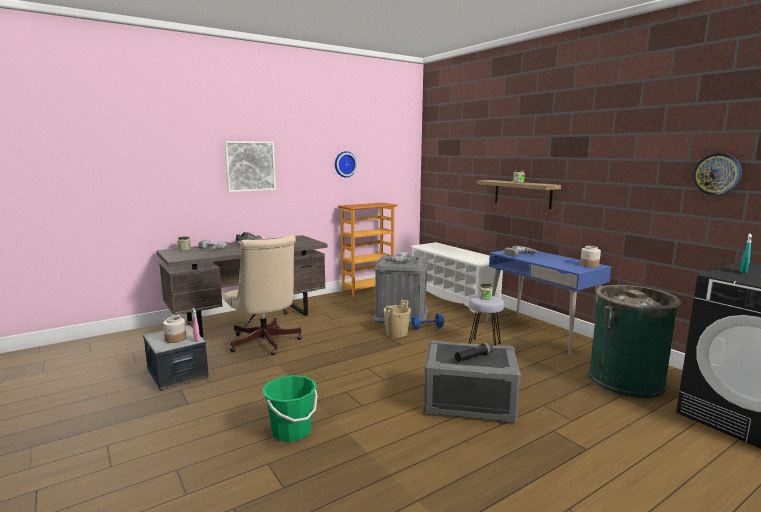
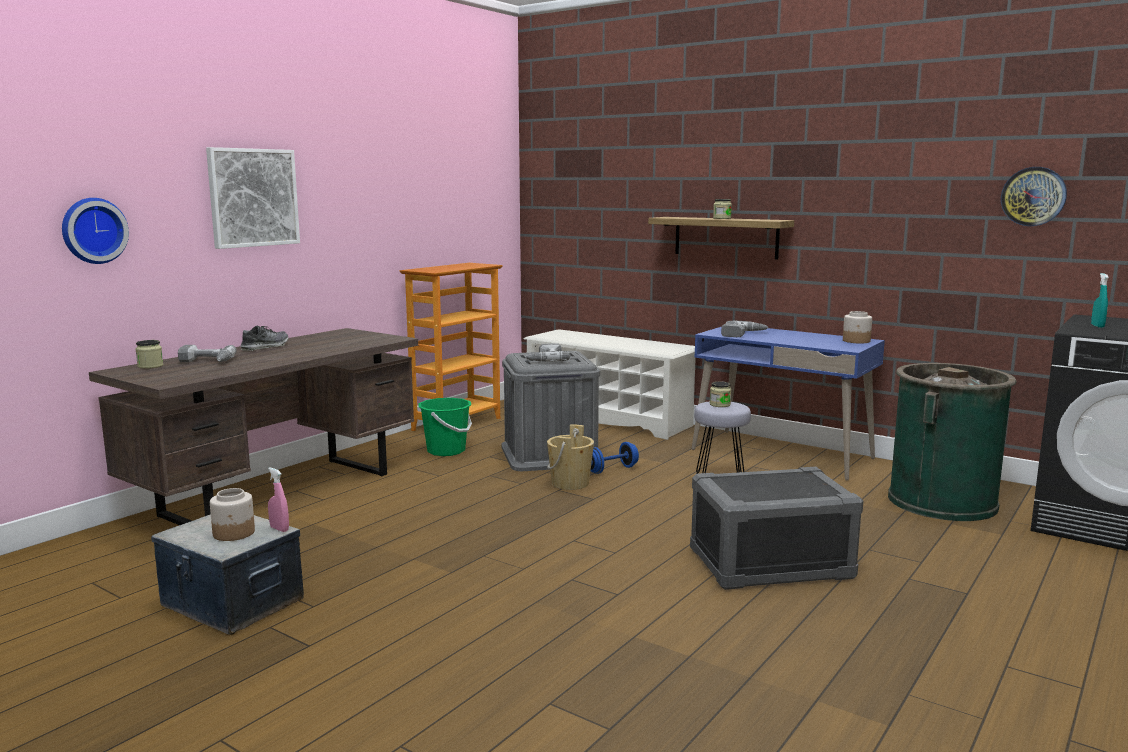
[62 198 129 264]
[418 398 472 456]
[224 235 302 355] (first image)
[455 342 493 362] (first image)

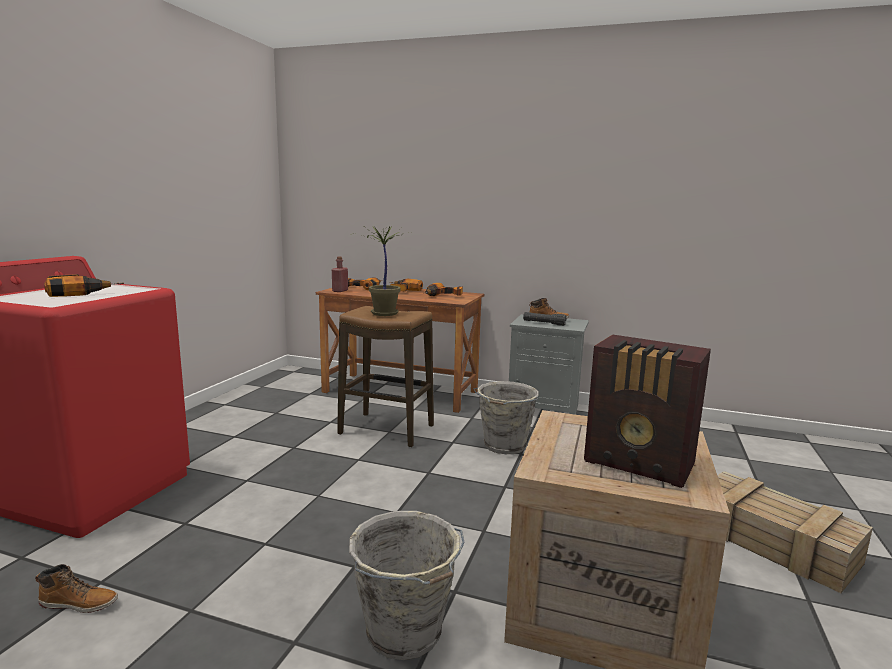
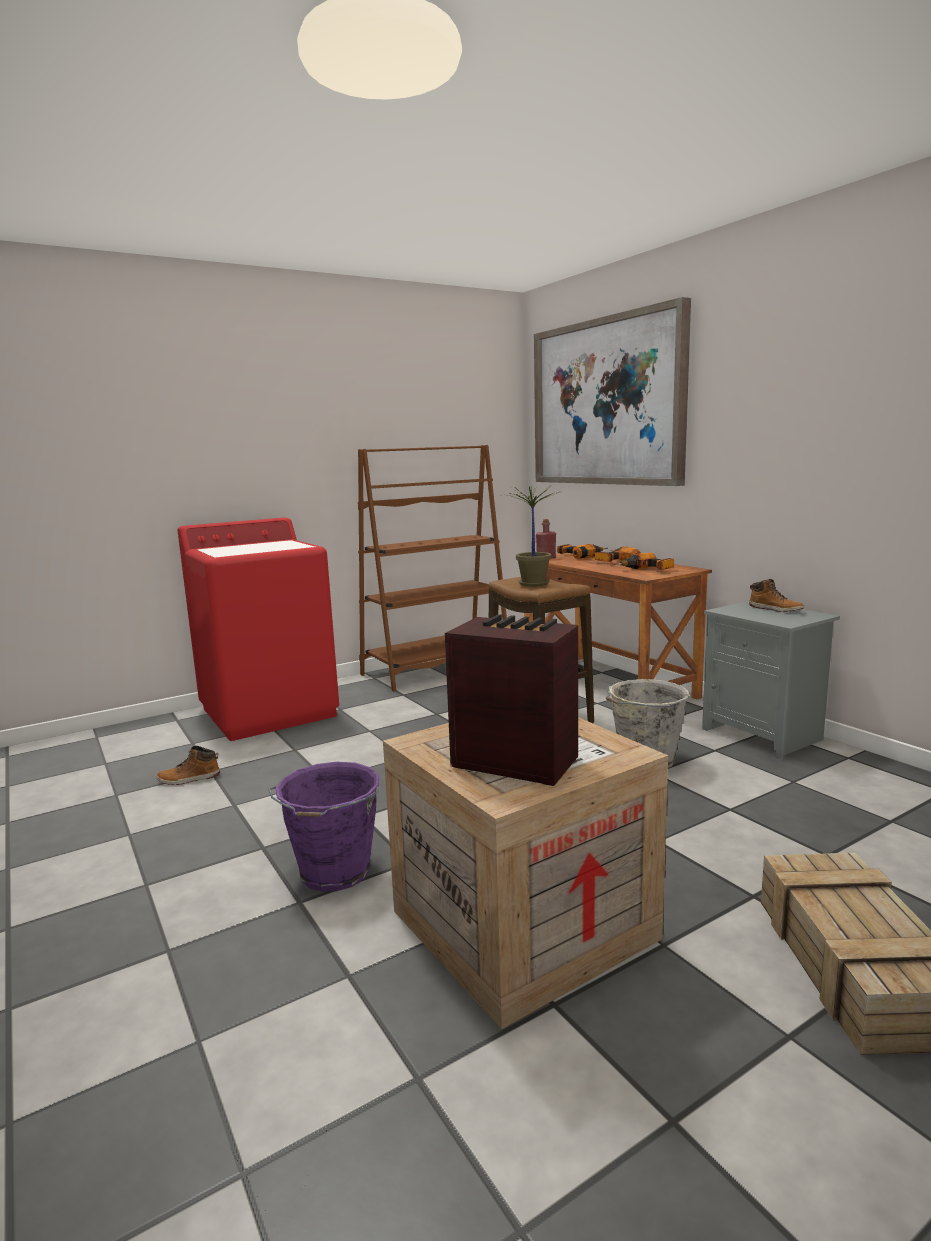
[156 746 220 785]
[269 762 379 892]
[358 445 507 691]
[445 614 578 786]
[534 297 691 486]
[44 274 124 297] (first image)
[523 312 567 326] (first image)

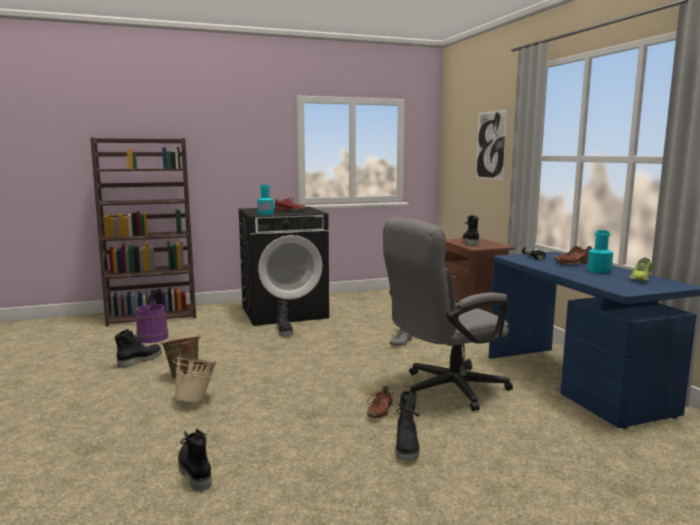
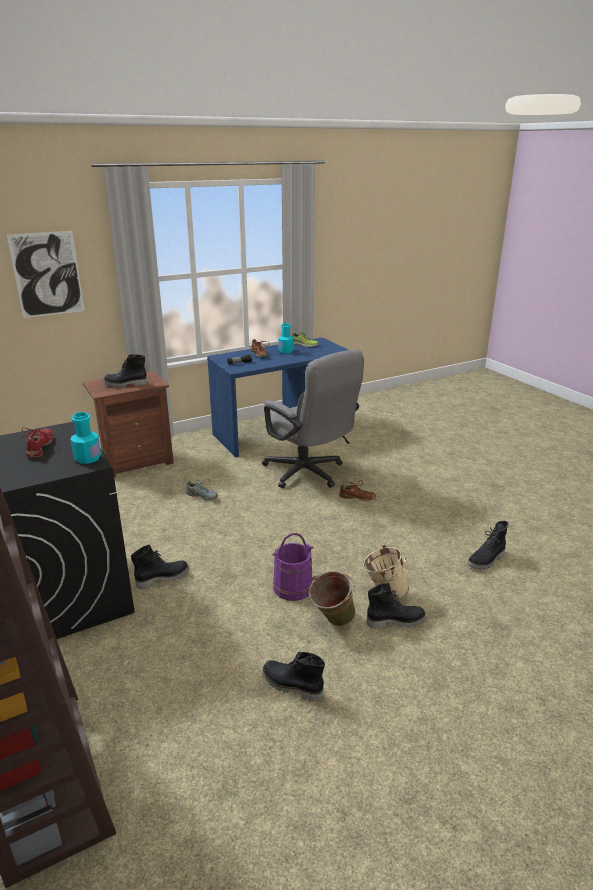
[272 533 314 601]
[367 583 426 628]

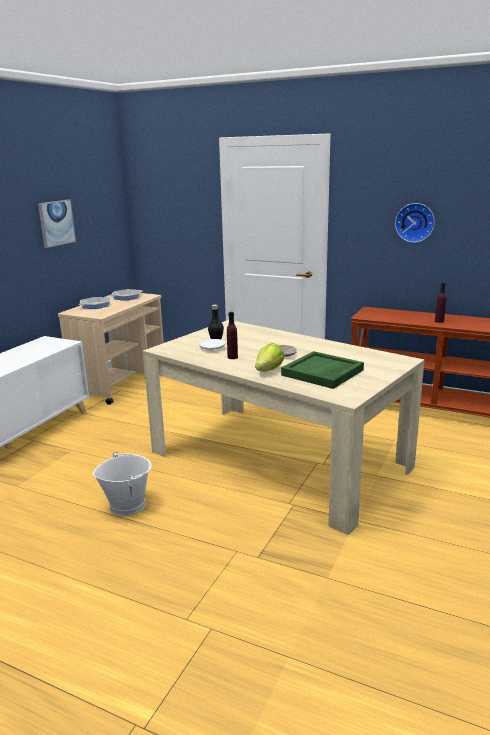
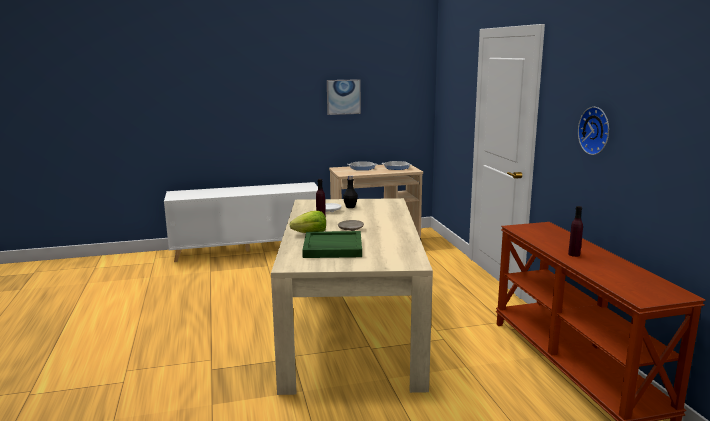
[93 451 152 516] (first image)

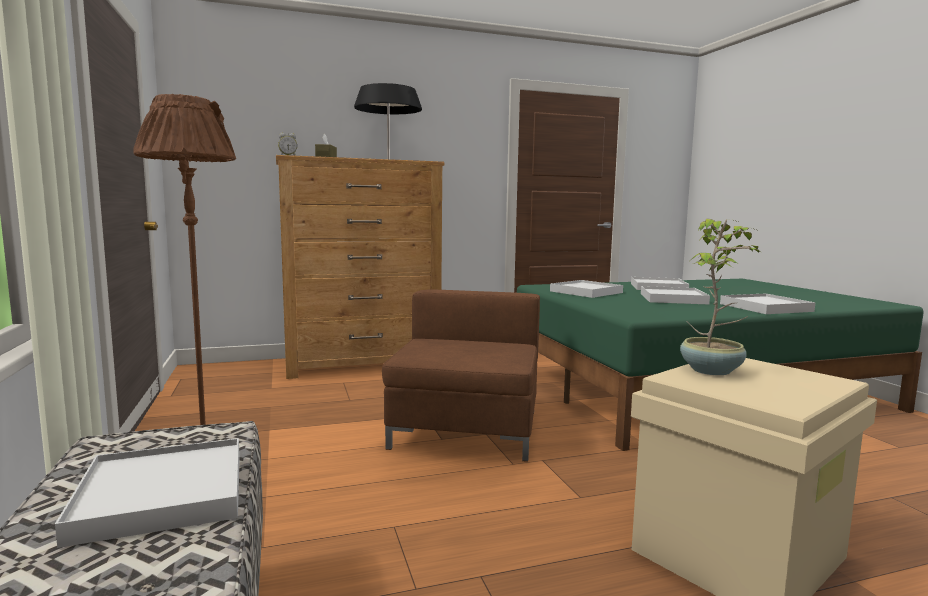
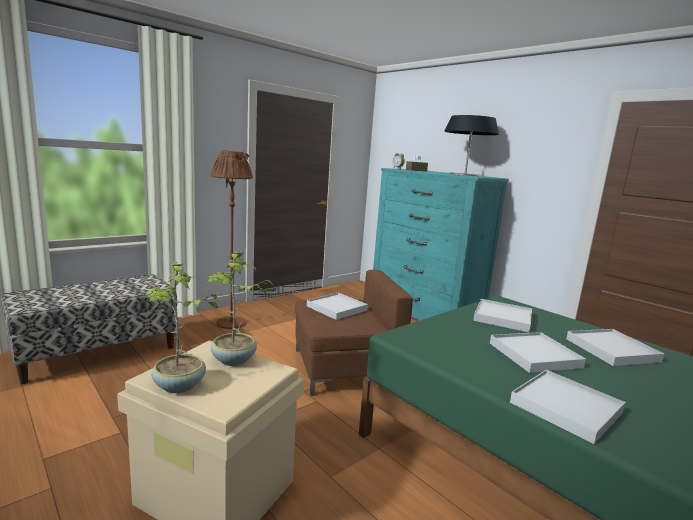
[145 262 224 393]
[307 293 368 320]
[373 168 509 320]

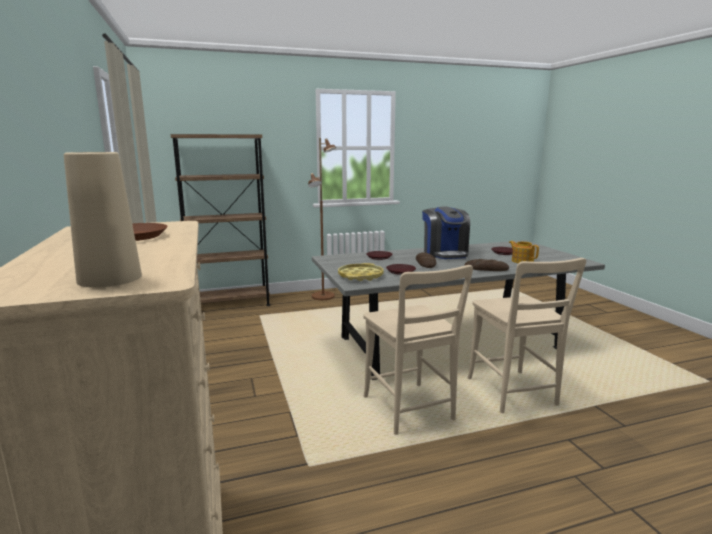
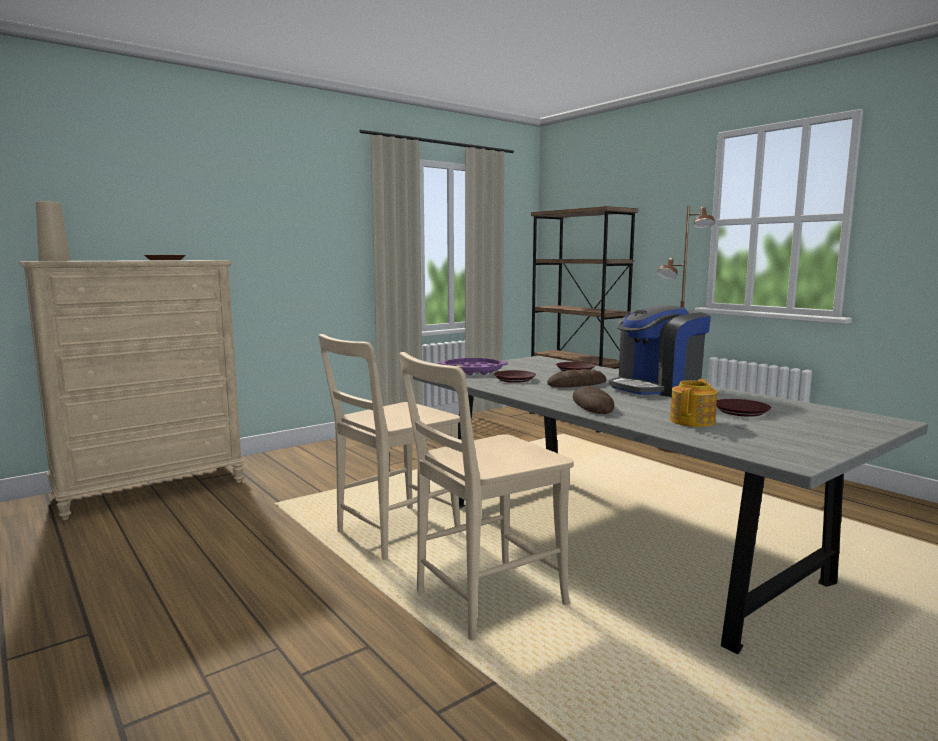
[438 358 508 375]

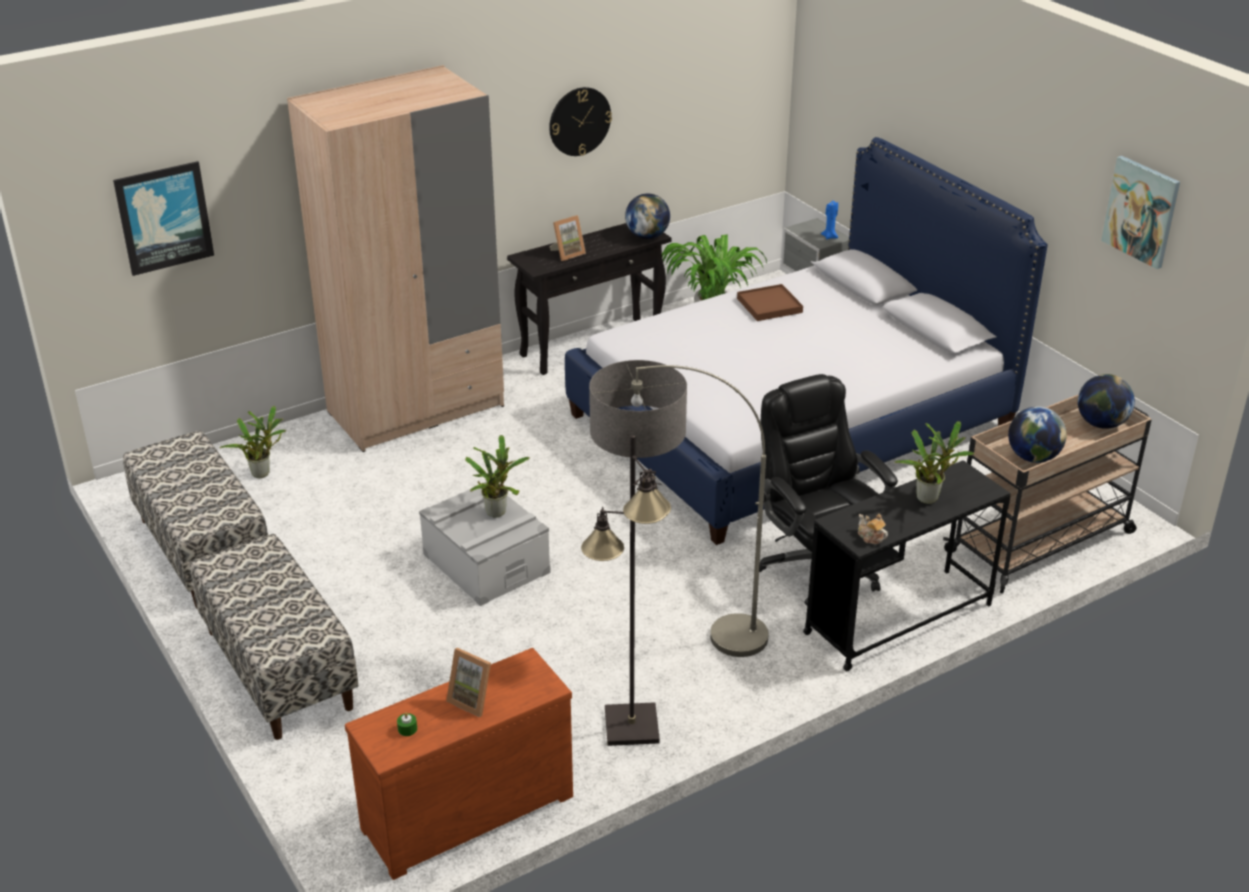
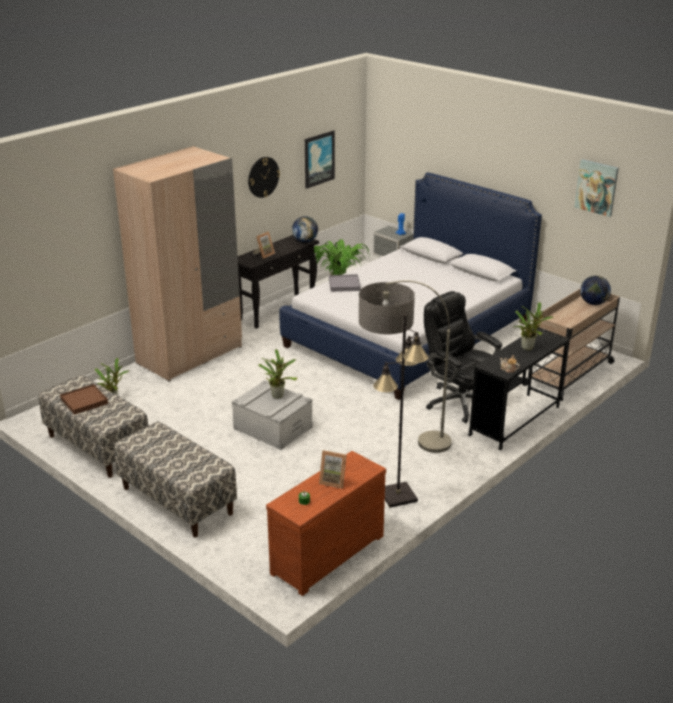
[60 384 108 415]
[305 130 335 189]
[329 274 361 292]
[1008 406 1067 463] (first image)

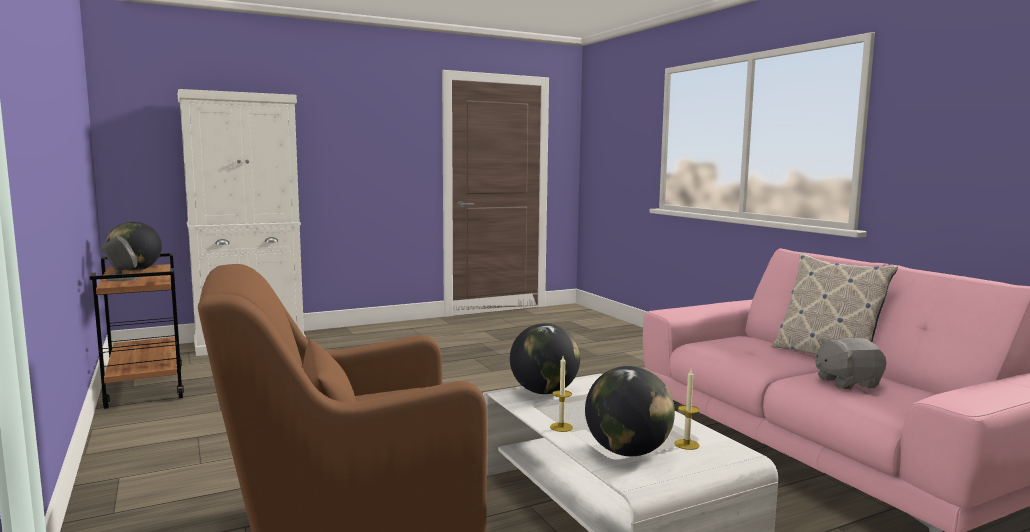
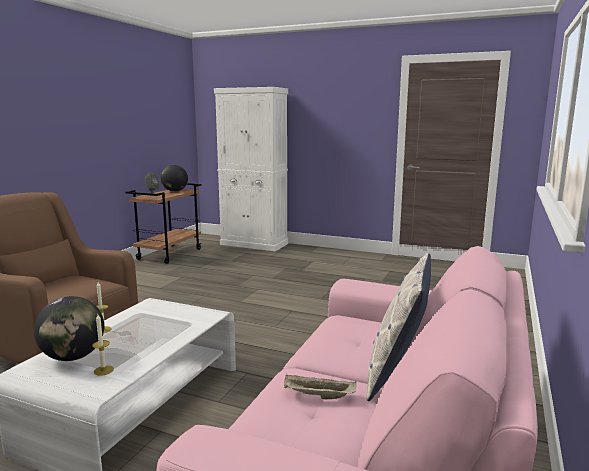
[284 374 357 399]
[510 323 580 394] (first image)

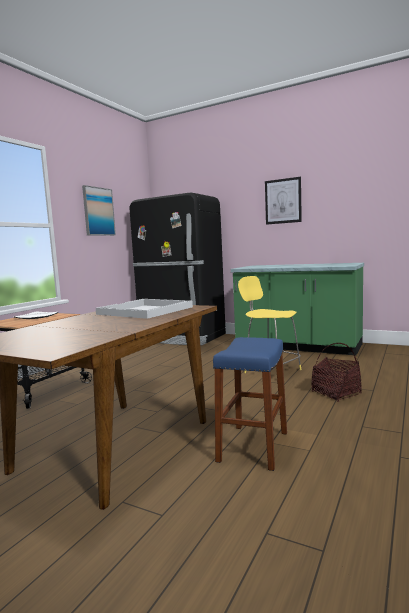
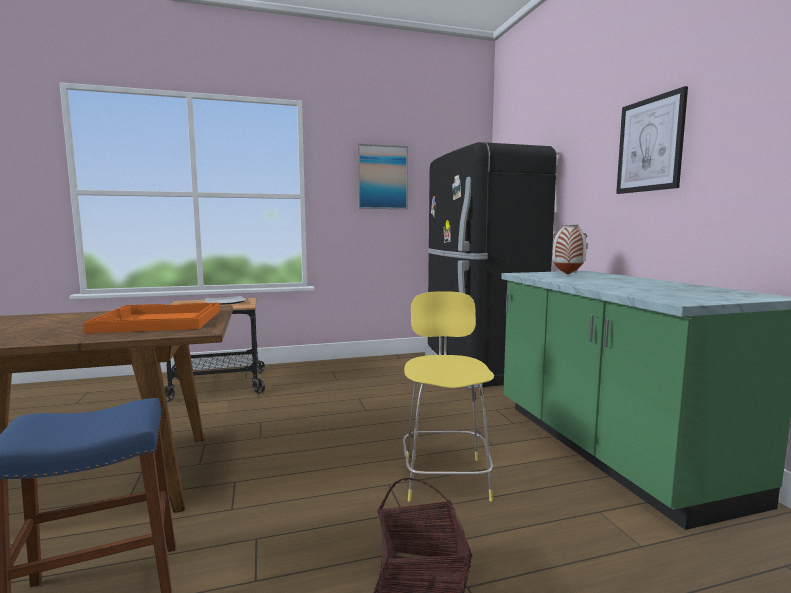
[83 303 220 333]
[552 225 587 275]

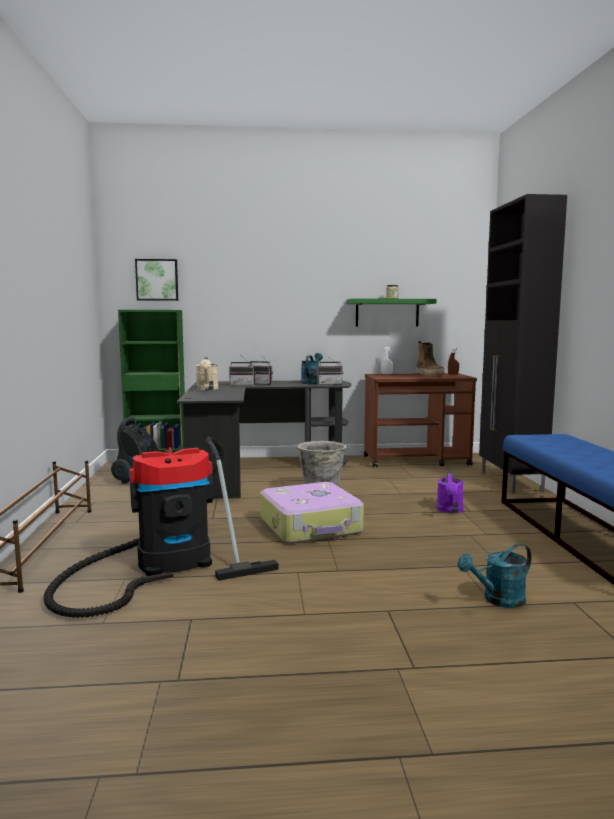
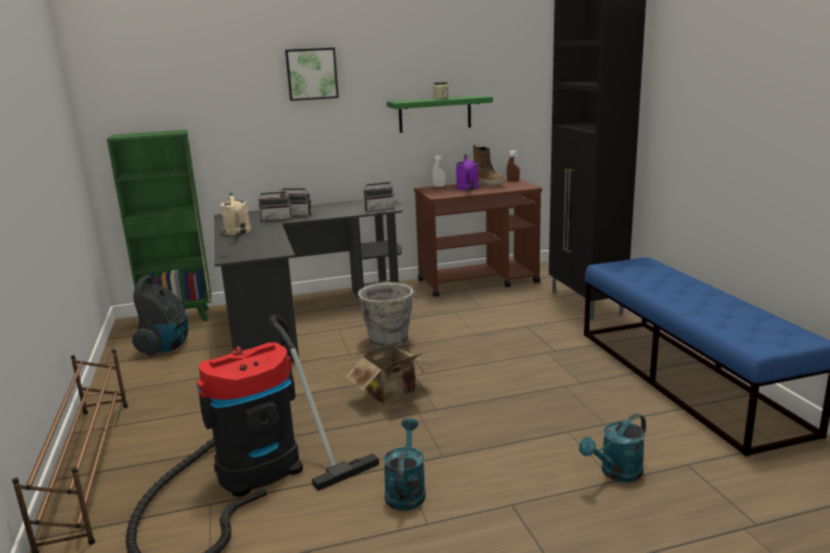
[285 48 339 101]
[346 340 432 405]
[383 418 426 511]
[456 155 479 191]

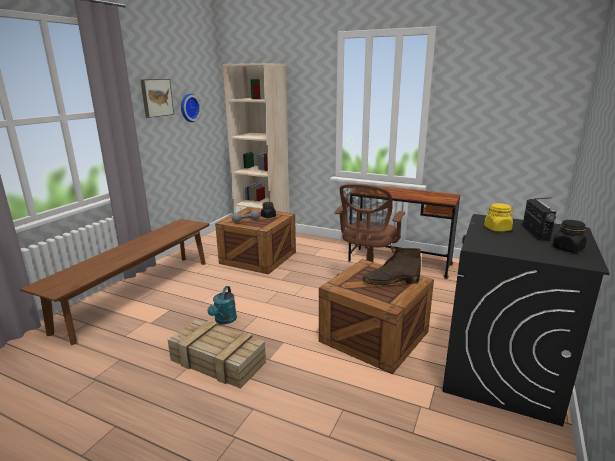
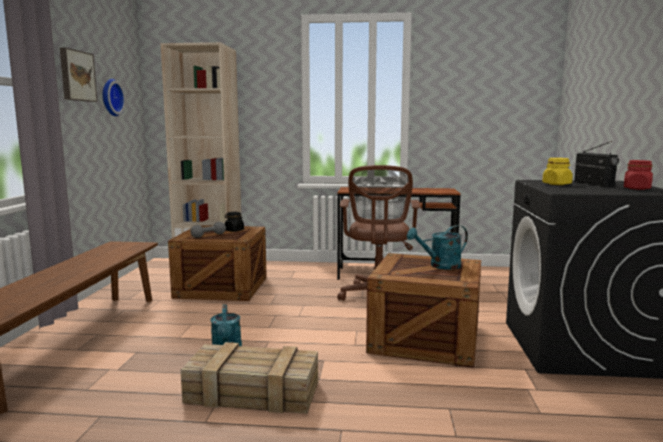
[407 225 468 270]
[624 160 653 190]

